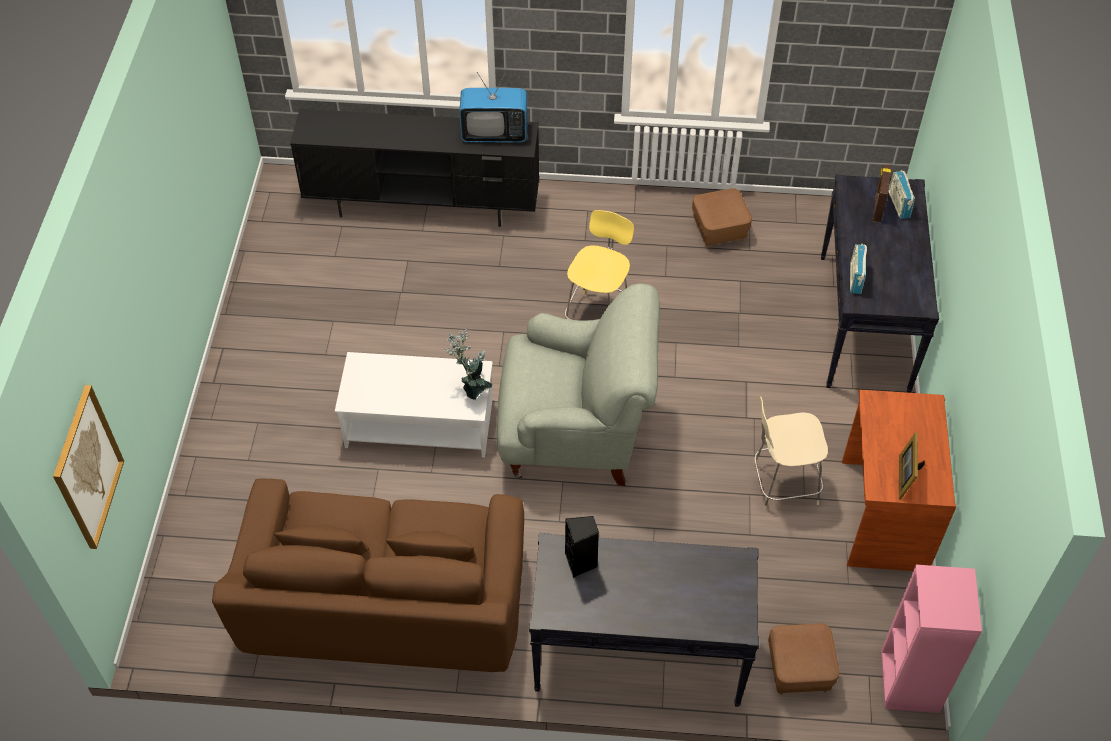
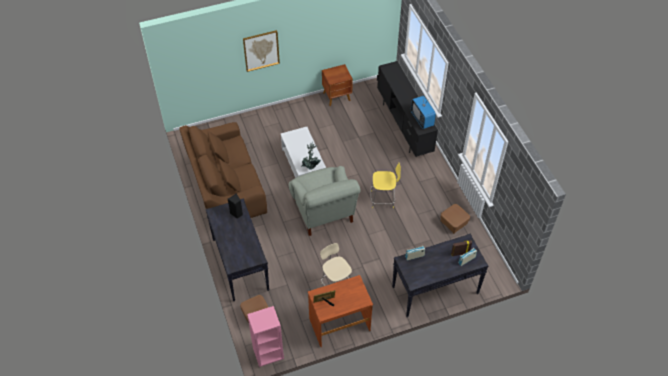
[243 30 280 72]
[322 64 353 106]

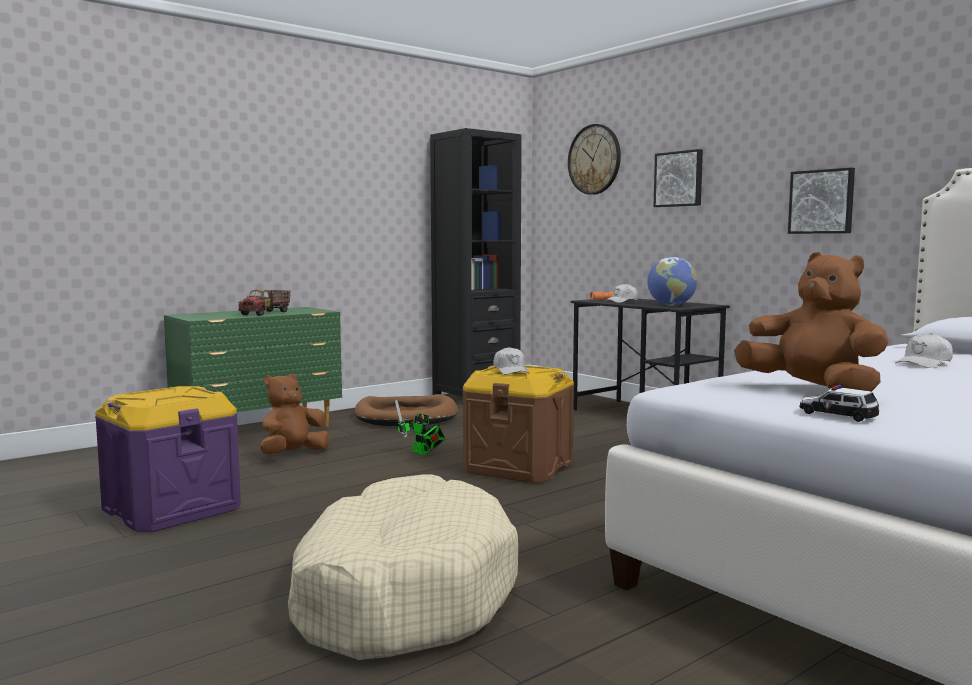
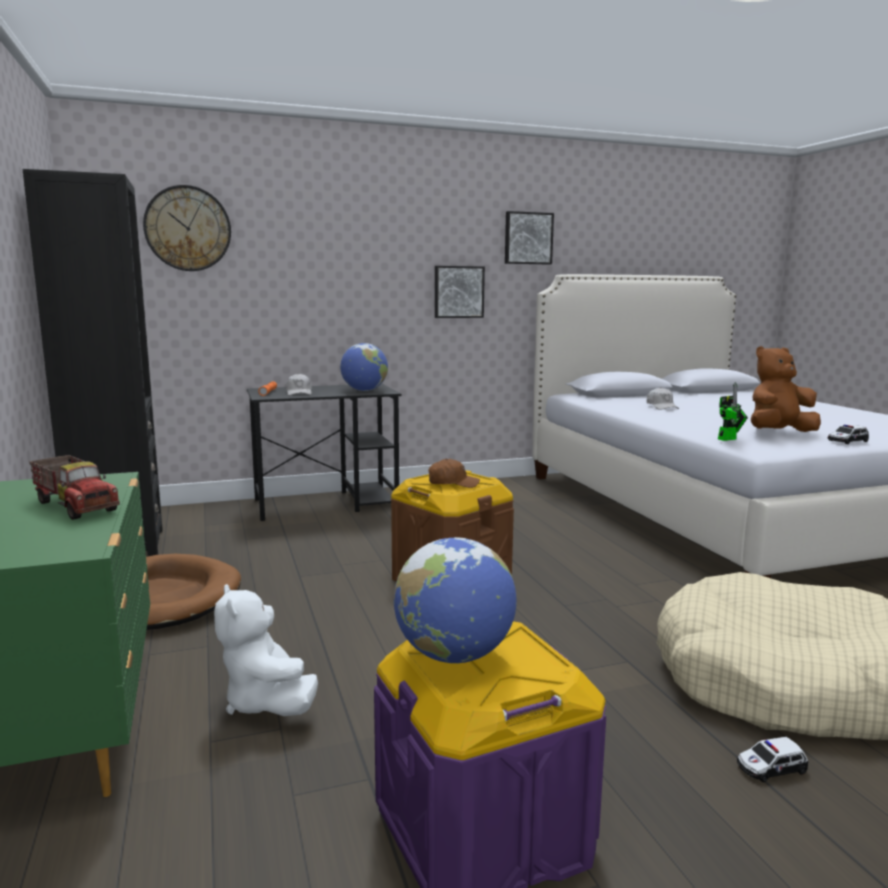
[214 584 318 716]
[394 537 516 663]
[428 458 480 488]
[505 211 554 264]
[718 382 748 441]
[737 737 808 782]

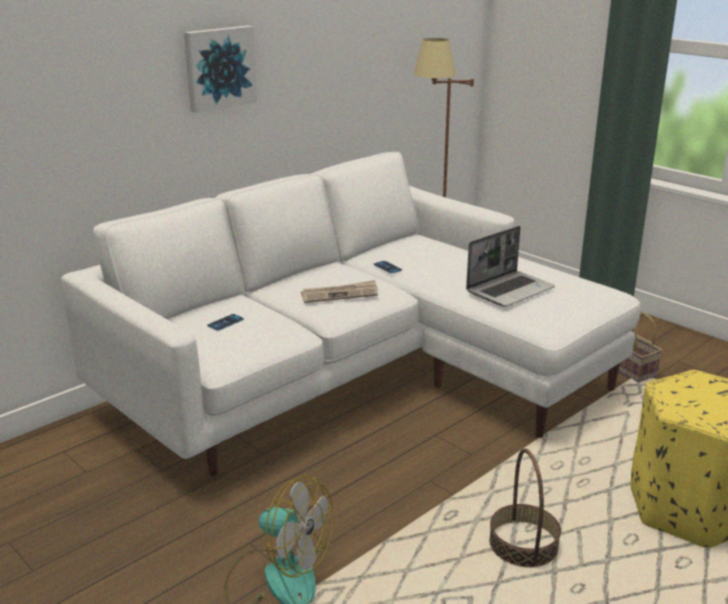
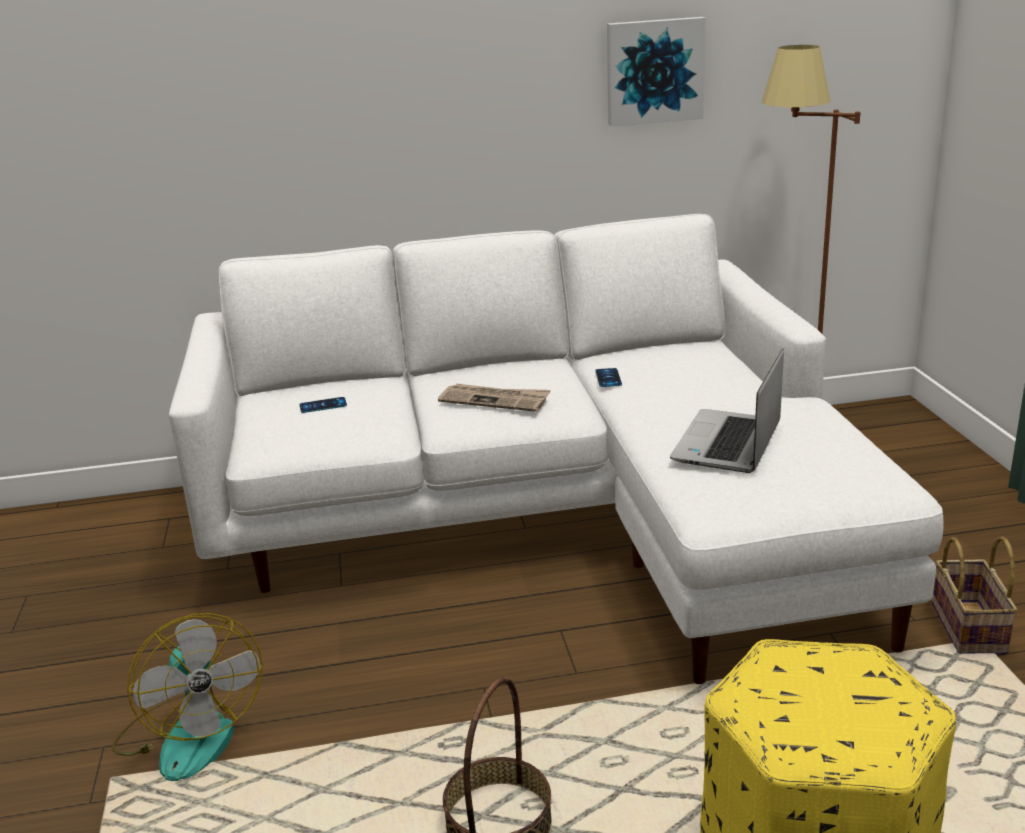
[607 17 706 126]
[670 348 784 473]

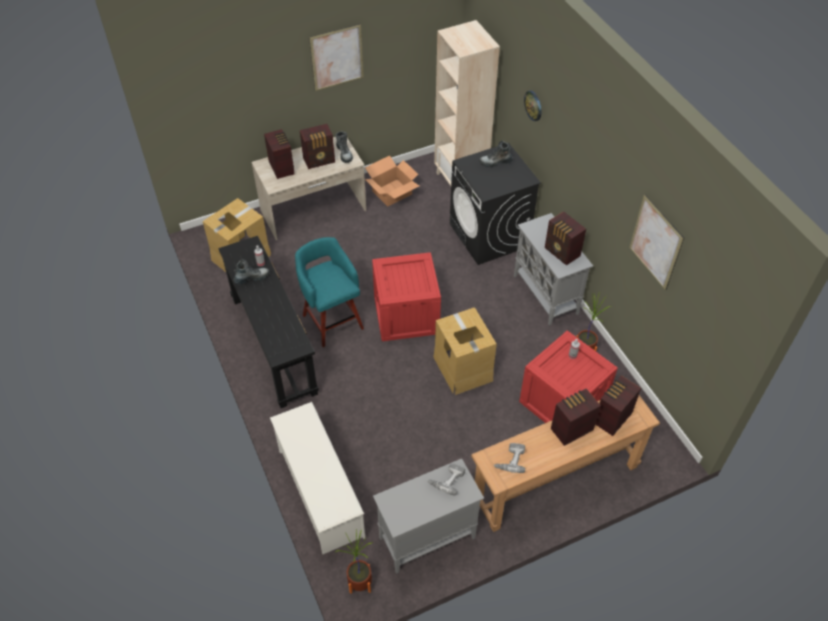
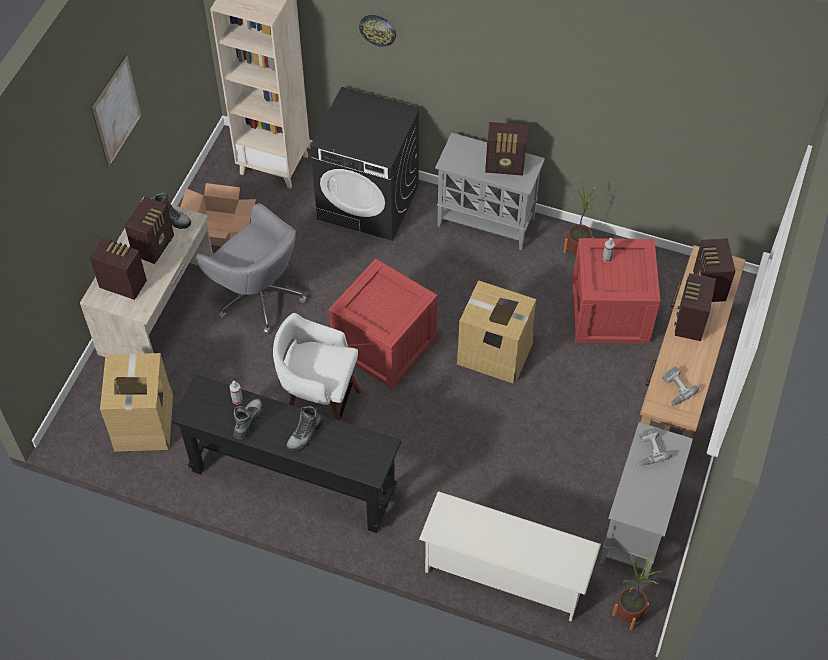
[196 203 307 334]
[273 313 361 421]
[286 406 324 452]
[629 194 684 291] (first image)

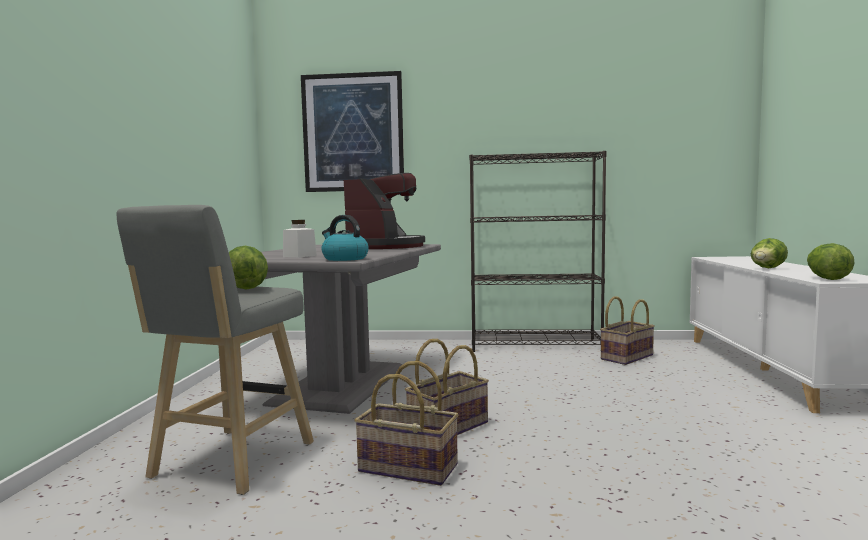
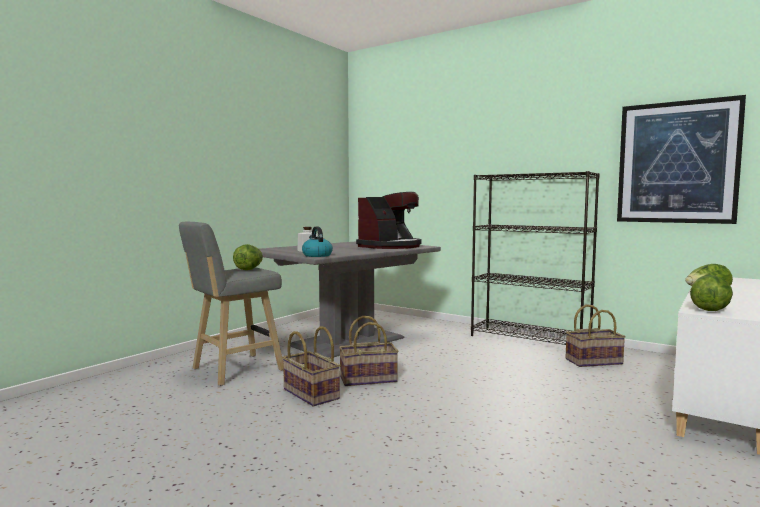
[617 95 746 224]

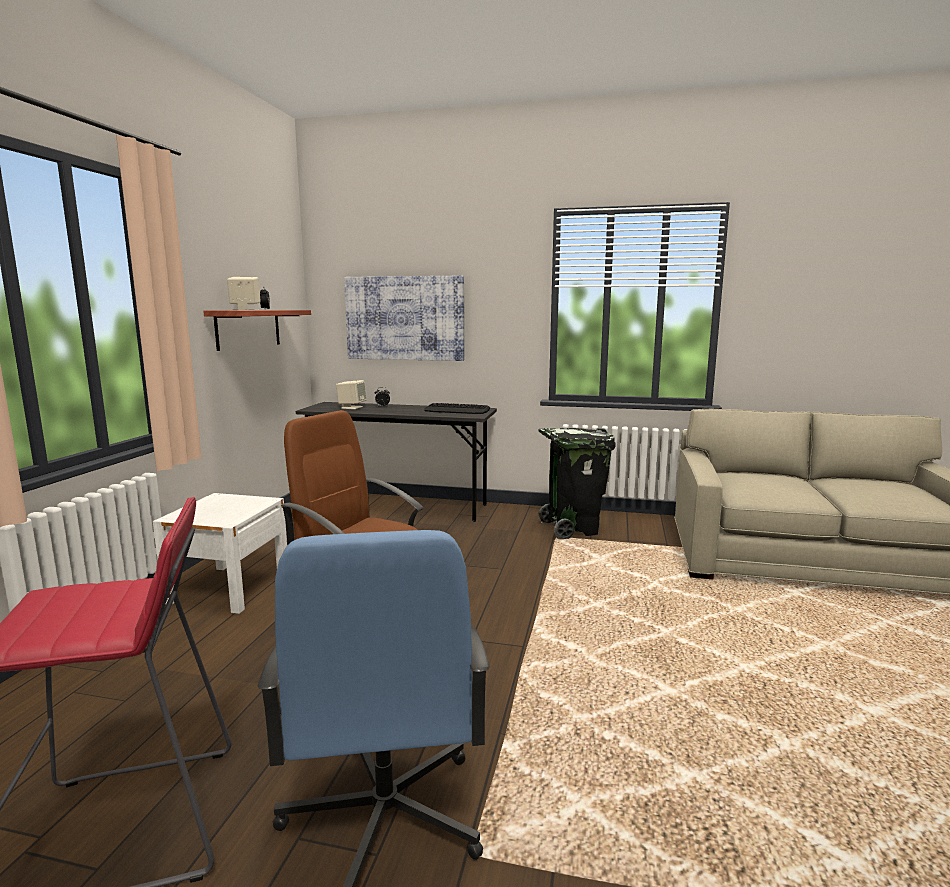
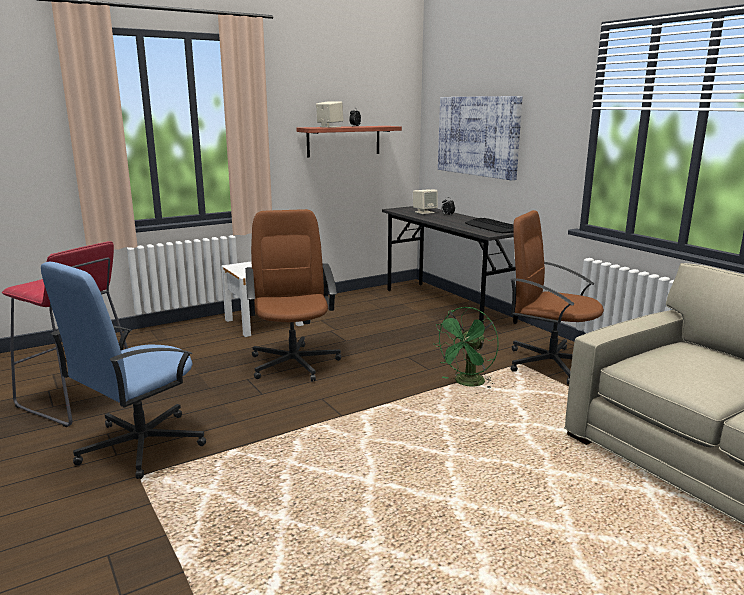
[434 307 499 388]
[510 210 604 384]

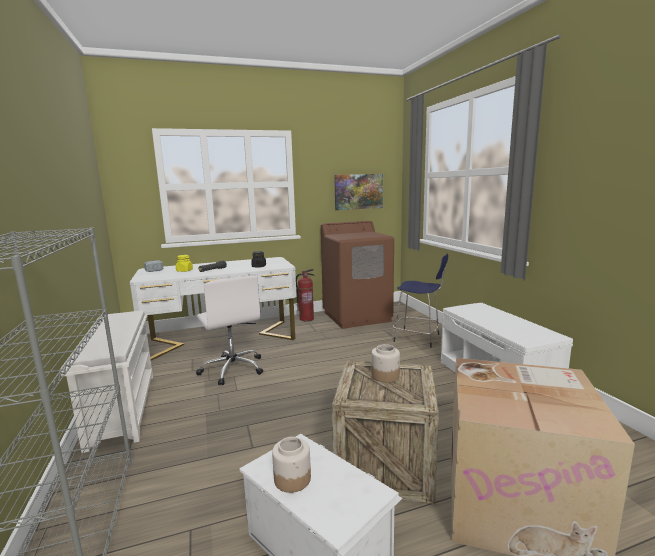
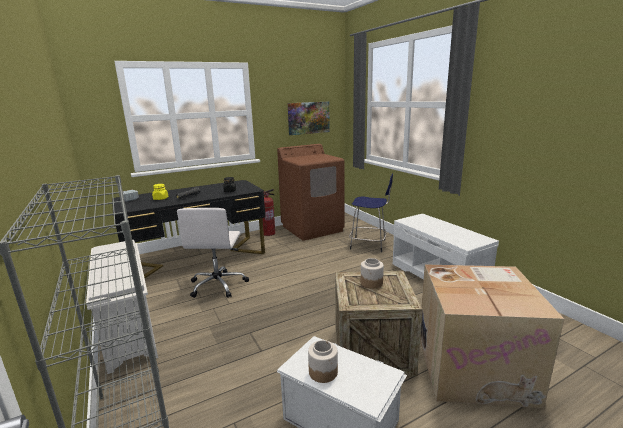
[112 180 265 278]
[177 208 249 298]

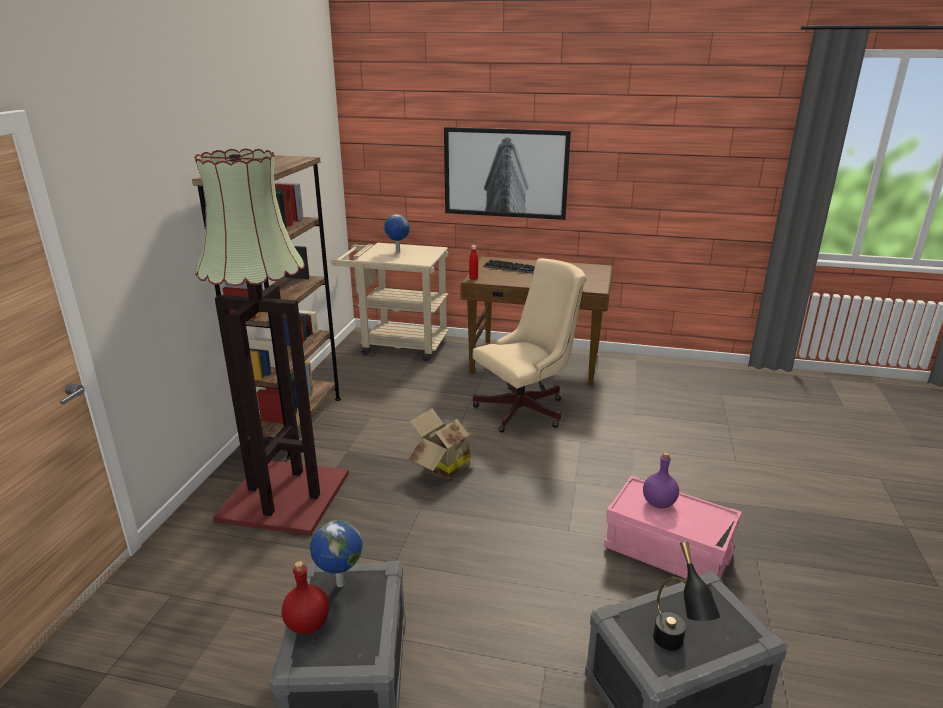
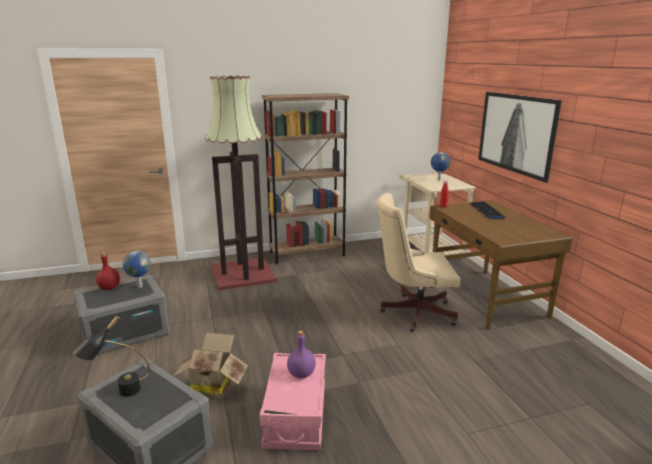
[173 332 248 399]
[376 193 460 332]

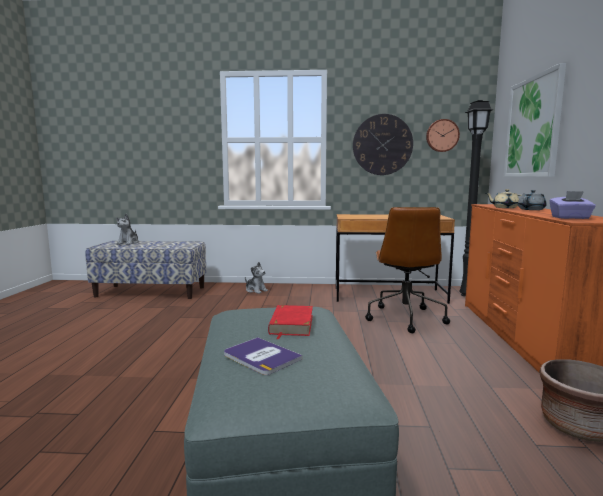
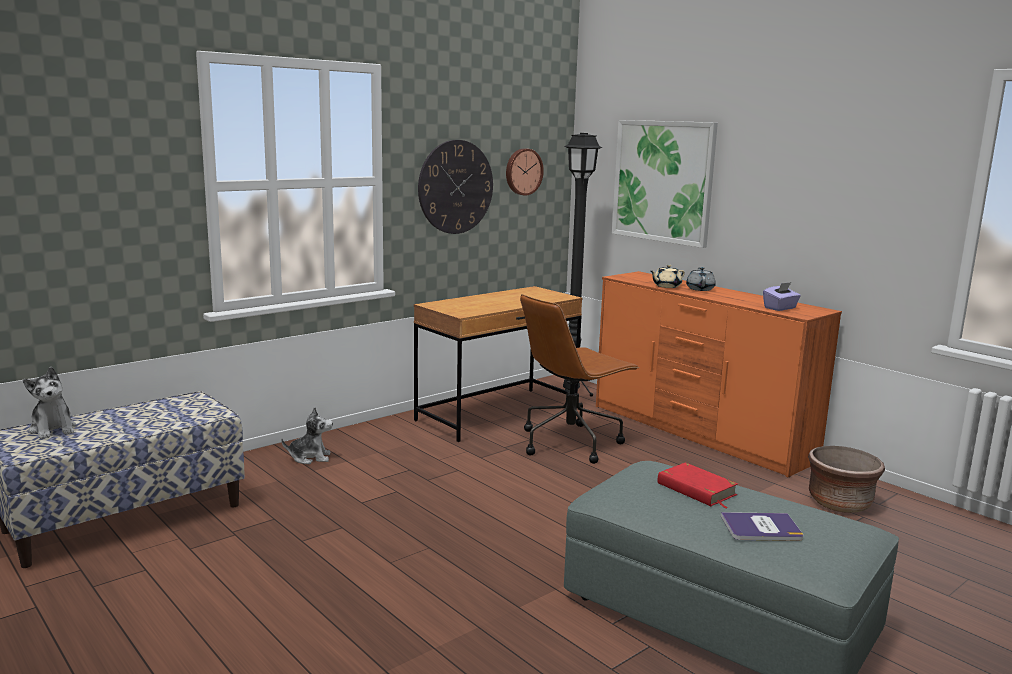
[520 294 640 464]

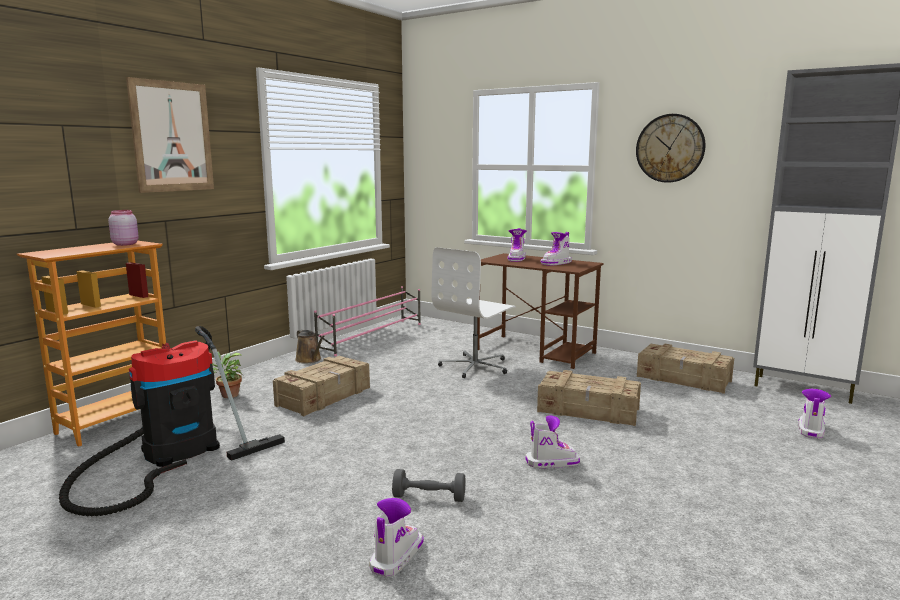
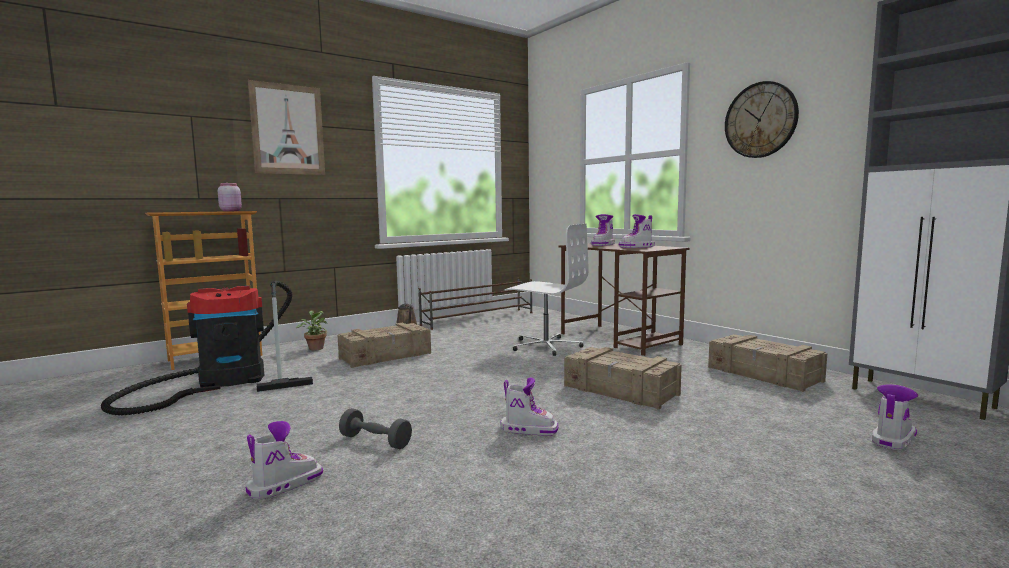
[419 277 532 330]
[504 224 588 356]

